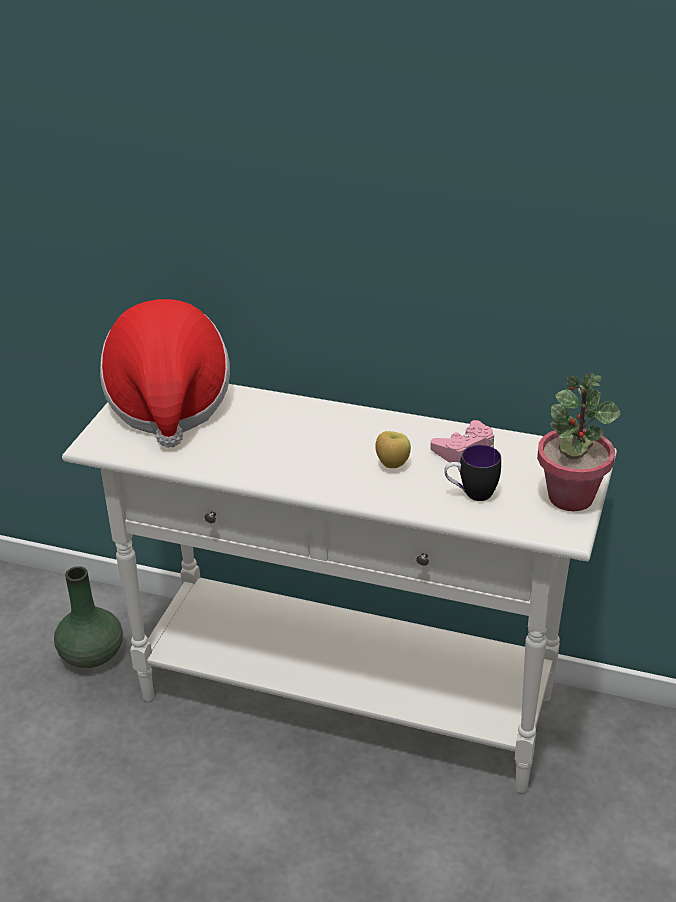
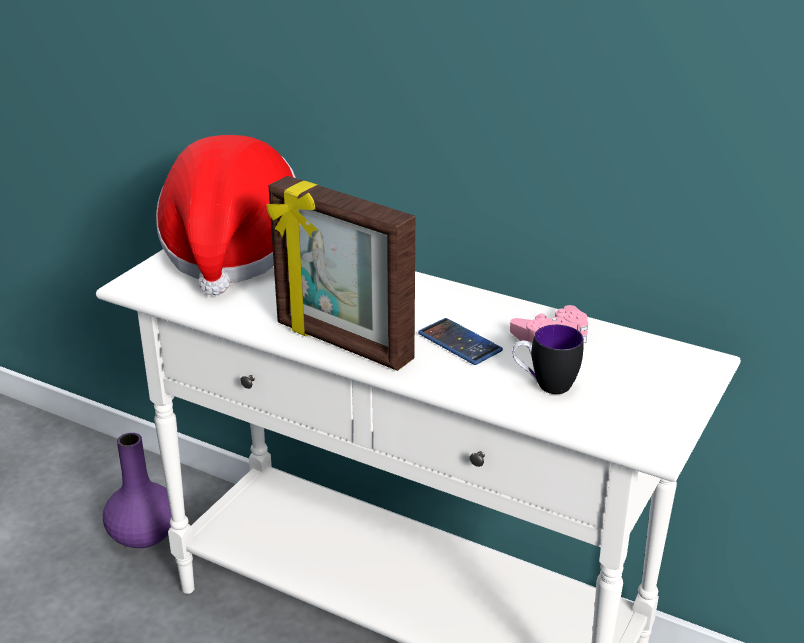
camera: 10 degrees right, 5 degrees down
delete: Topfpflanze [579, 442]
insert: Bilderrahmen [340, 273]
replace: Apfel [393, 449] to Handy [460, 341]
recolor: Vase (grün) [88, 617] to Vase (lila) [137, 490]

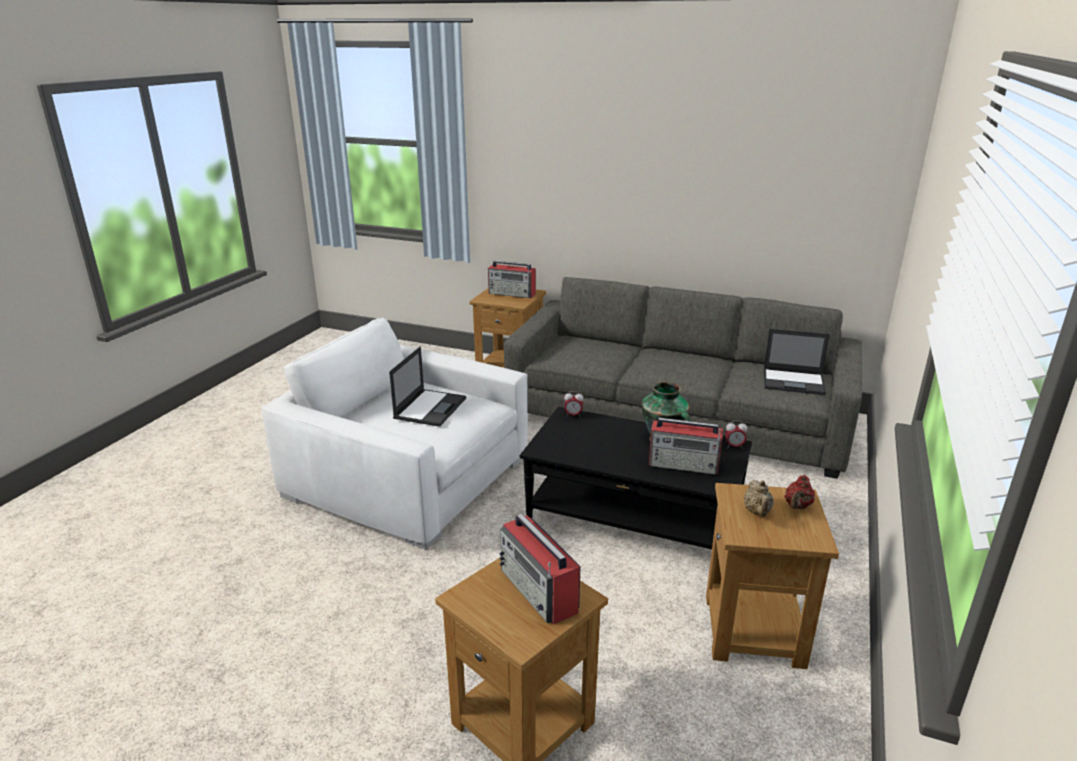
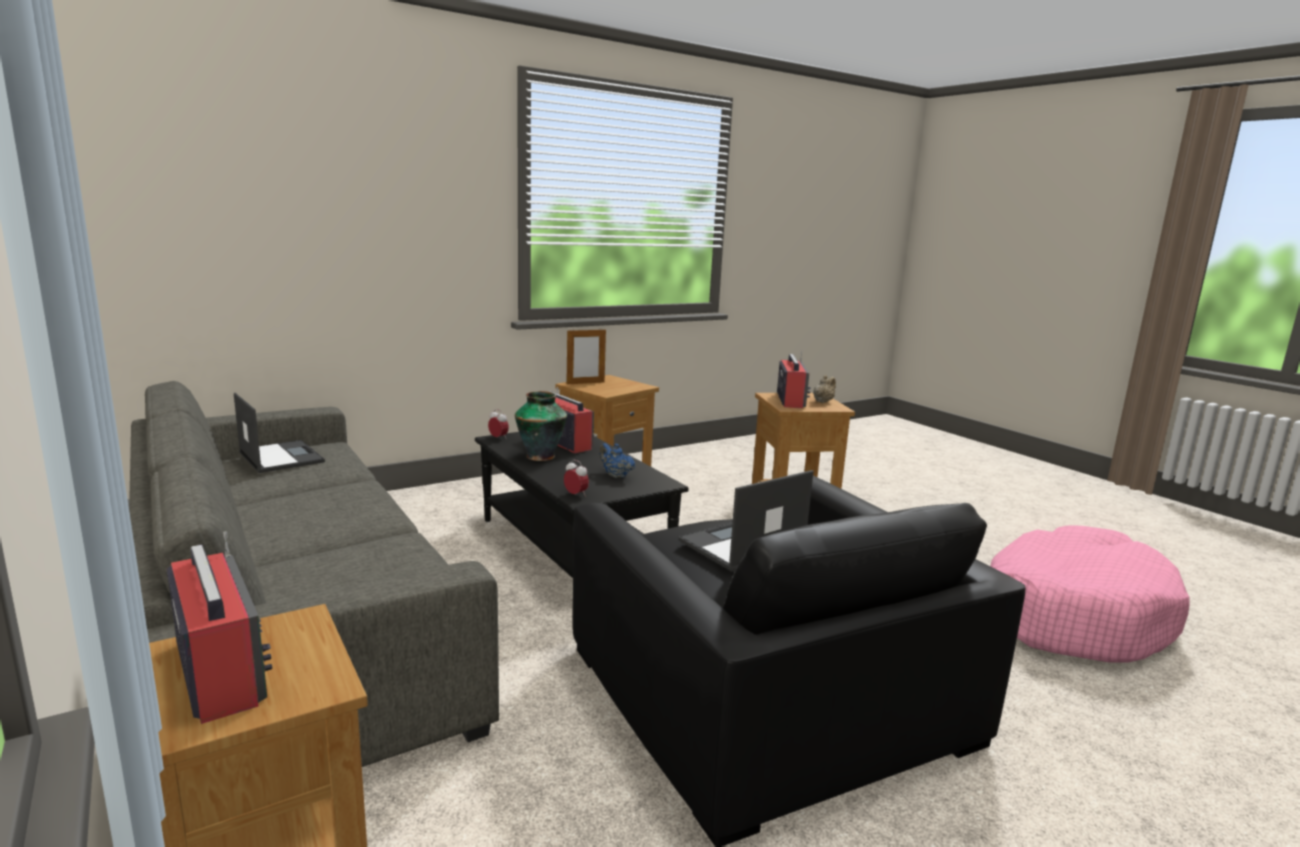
camera: 145 degrees left, 10 degrees down
insert: Teekanne (blau) [617, 460]; Hundebett (rosa) [1090, 594]
move: Teekanne (beige) [759, 498] to [824, 389]
replace: Teekanne (rot) [799, 492] to Bilderrahmen [586, 357]
recolor: Sessel (weiß) [395, 434] to Sessel (schwarz) [799, 661]

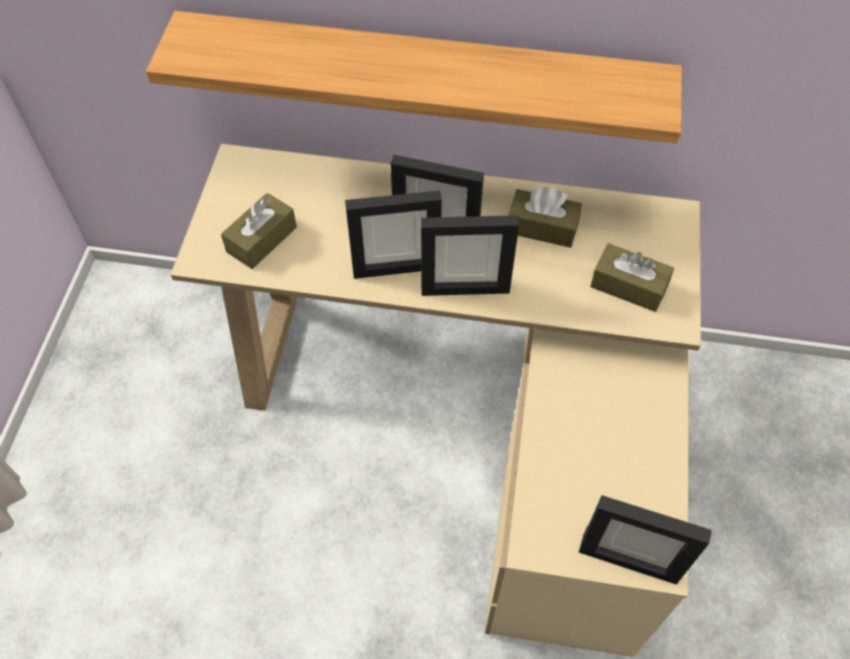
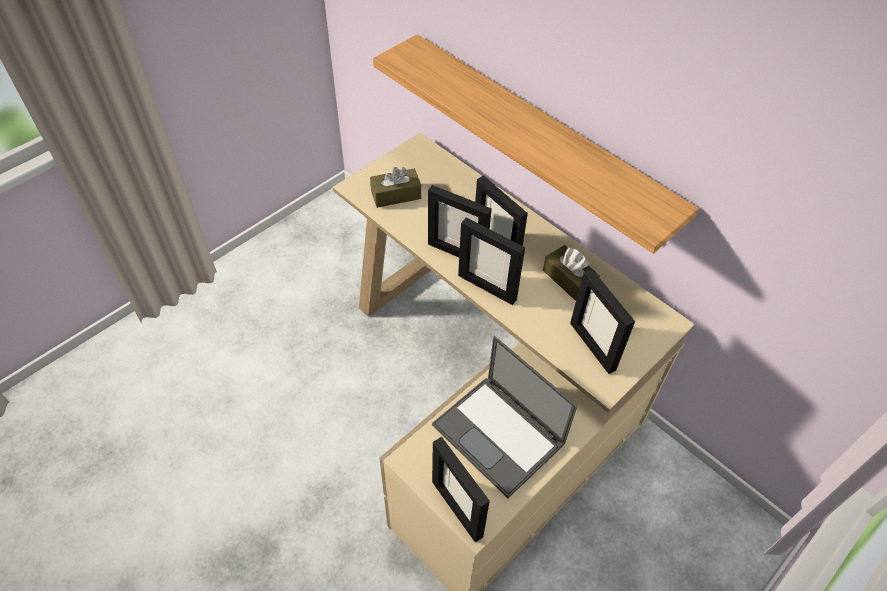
camera: 35 degrees right, 5 degrees down
insert: Laptop [504, 417]
replace: Taschentuchbox (braun) [632, 277] to Bilderrahmen [602, 321]

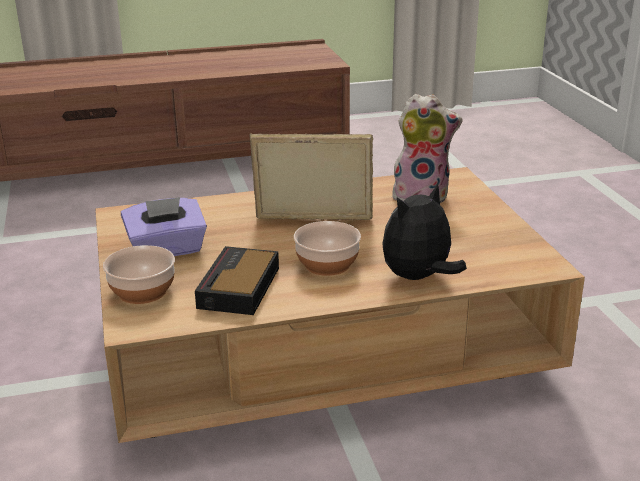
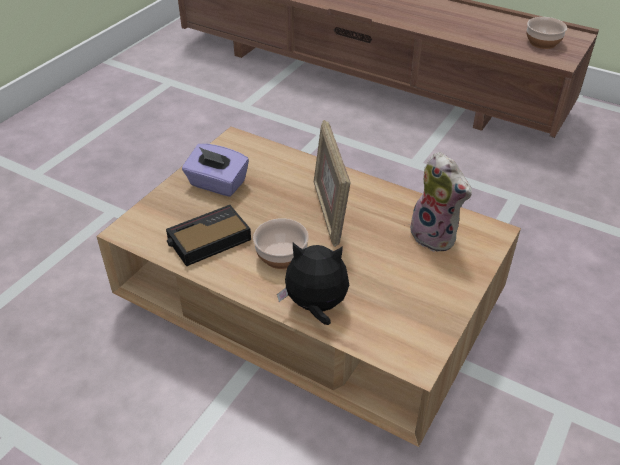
camera: 45 degrees right, 15 degrees up
move: Schüssel [139, 274] to [547, 33]
rotate: Bilderrahmen [311, 176] = [332, 183] 150 degrees counterclockwise

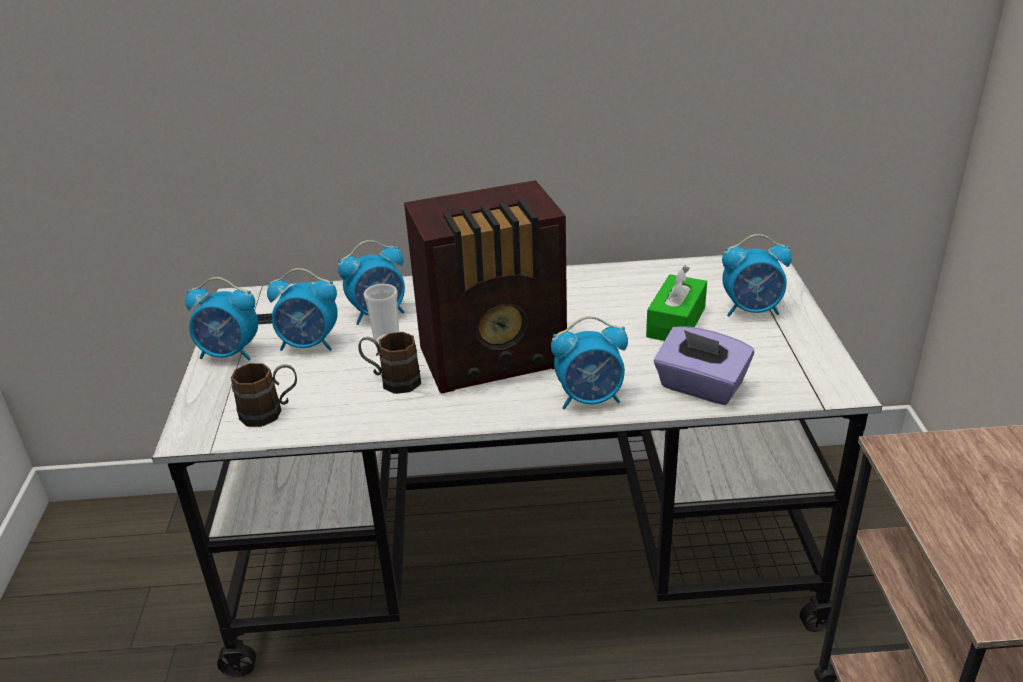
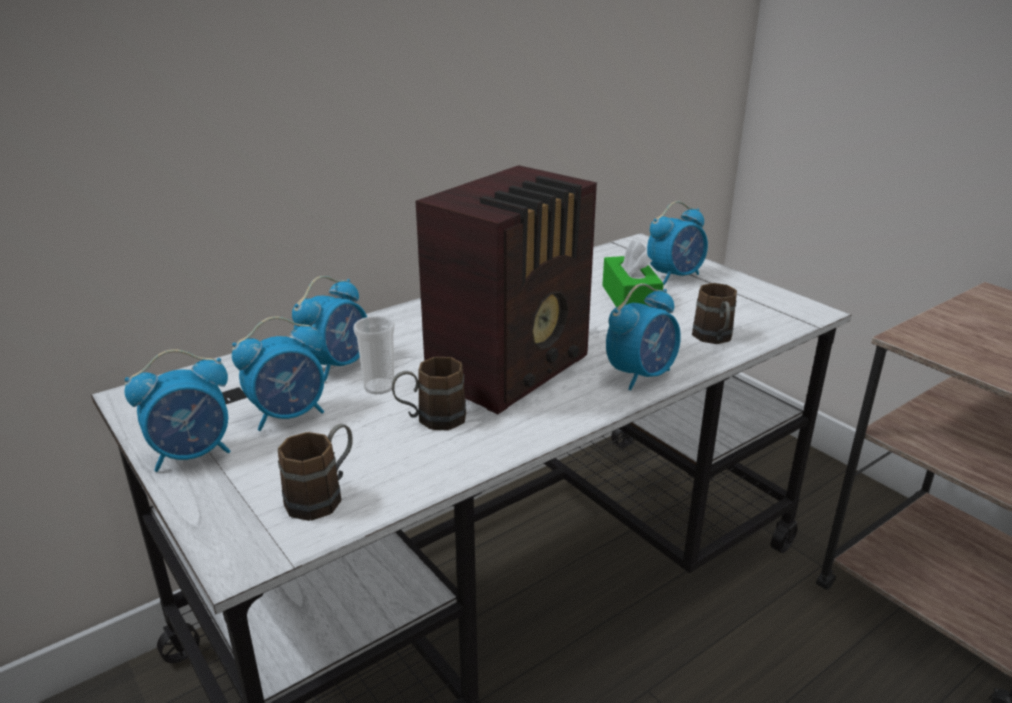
camera: 35 degrees left, 5 degrees down
replace: Taschentuchbox (lila) [704, 365] to Henkelbecher (braun) [714, 313]

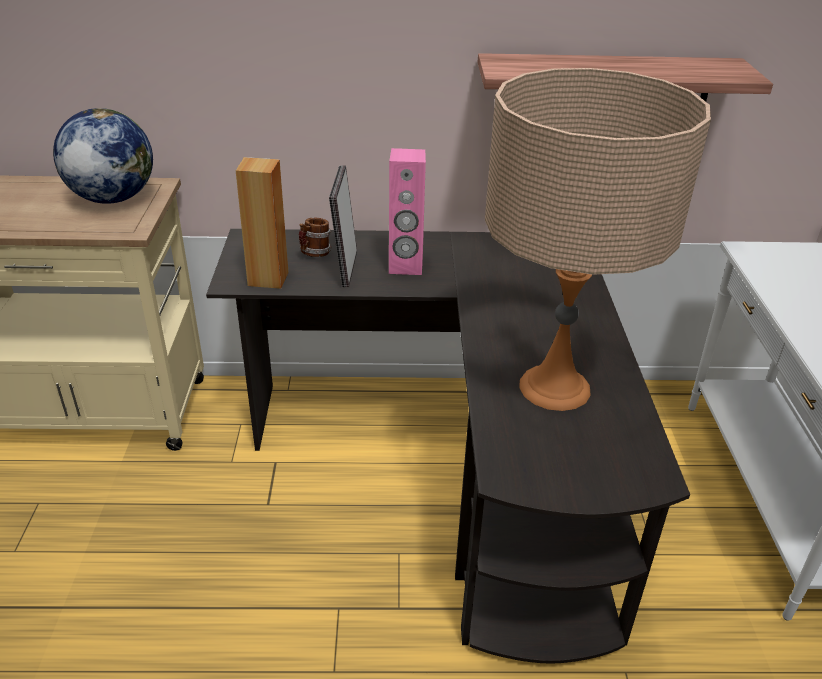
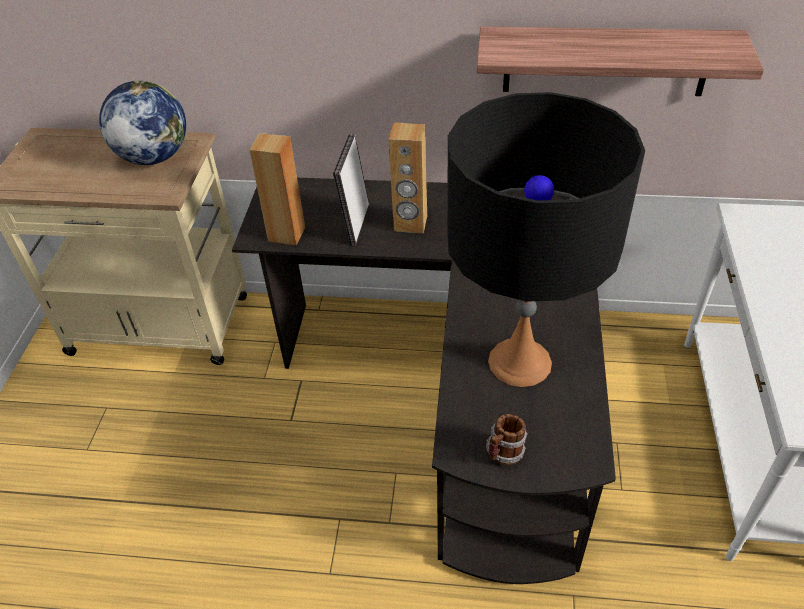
camera: 10 degrees right, 10 degrees up
move: Henkelbecher [315, 237] to [507, 439]
recolor: Lautsprecher (rosa) [407, 211] to Lautsprecher (braun) [408, 178]; Tischlampe (beige) [598, 239] to Tischlampe (schwarz) [546, 239]

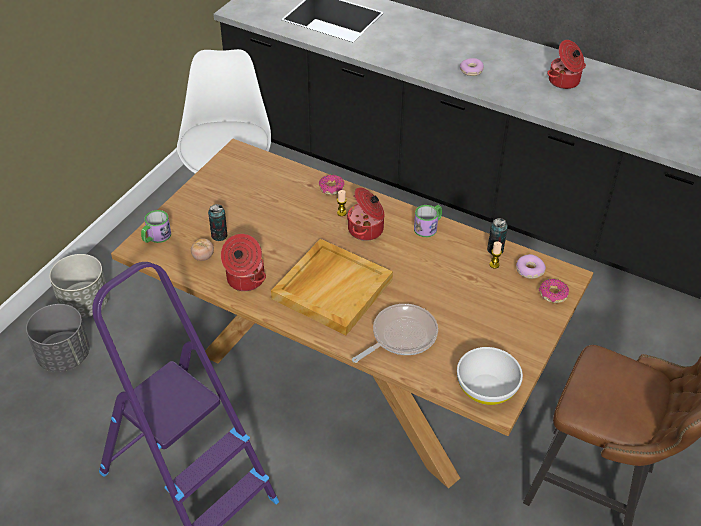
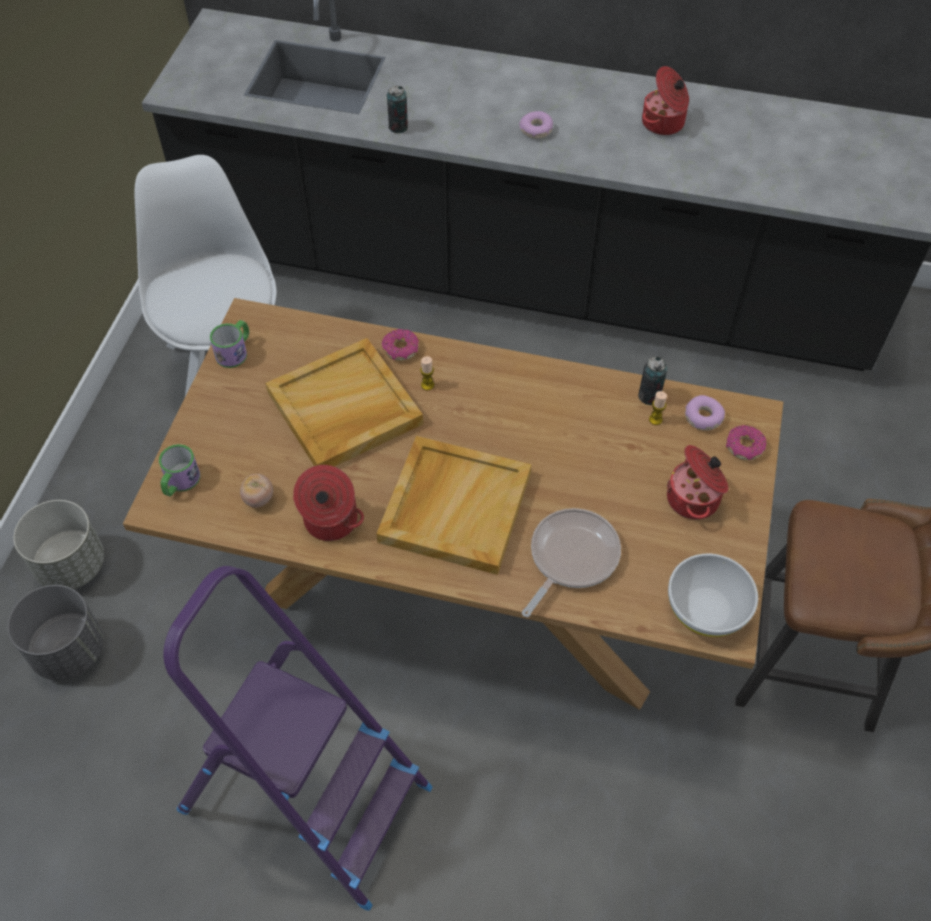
camera: 15 degrees left, 10 degrees up
insert: Tablett (beige) [344, 402]
move: Henkelbecher [428, 221] to [229, 344]; Dose [218, 222] to [397, 109]; Kochtopf [365, 214] to [697, 482]

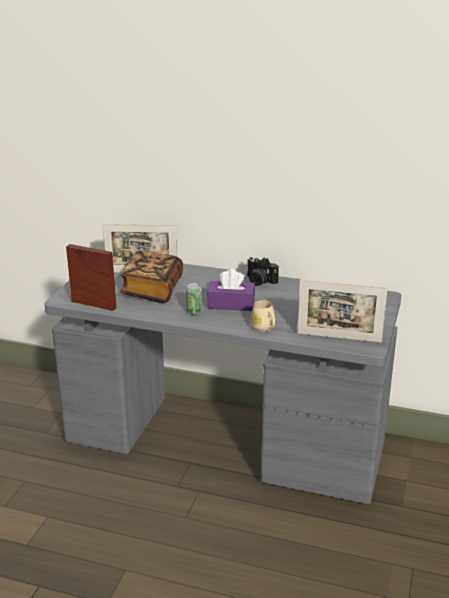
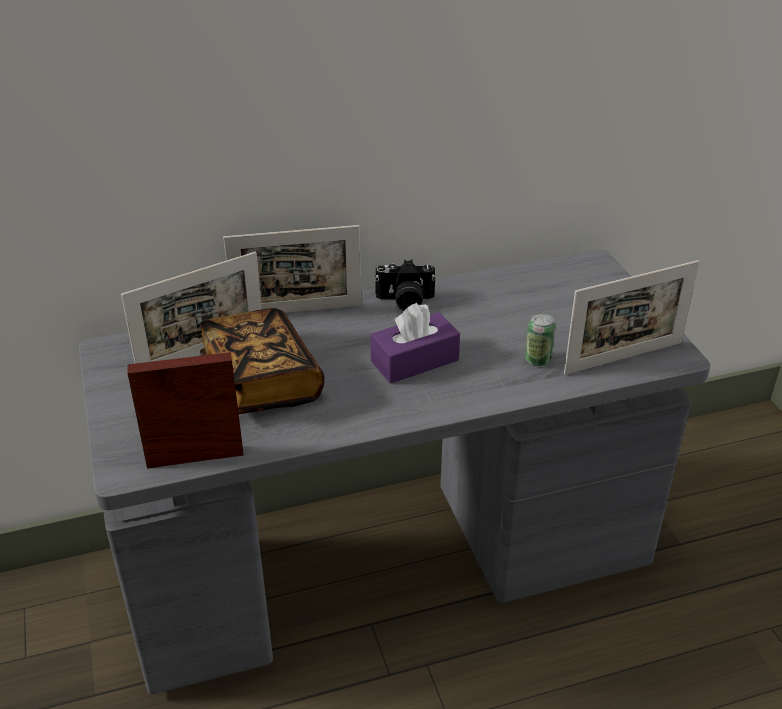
camera: 35 degrees left, 10 degrees up
delete: Henkelbecher (beige) [262, 316]
insert: Bilderrahmen [292, 269]
move: Dose [194, 299] to [540, 339]

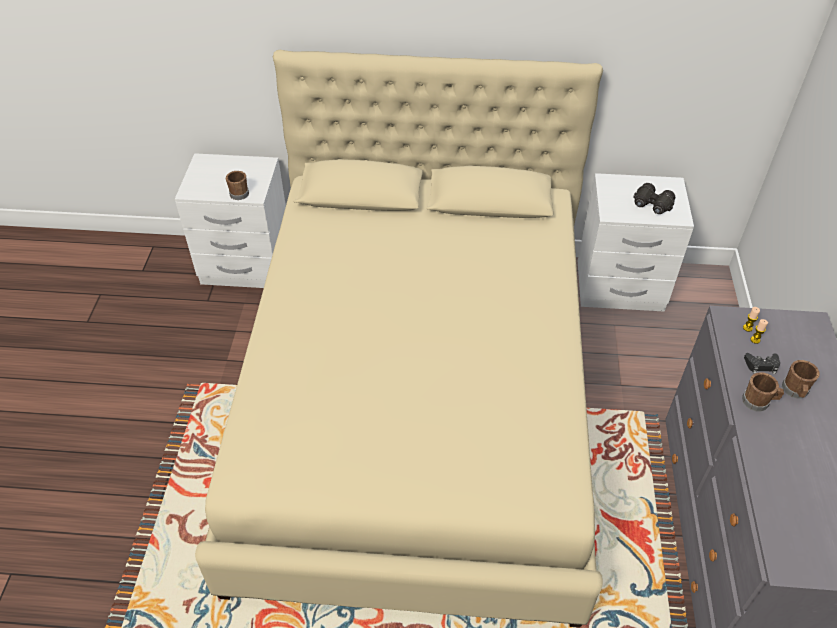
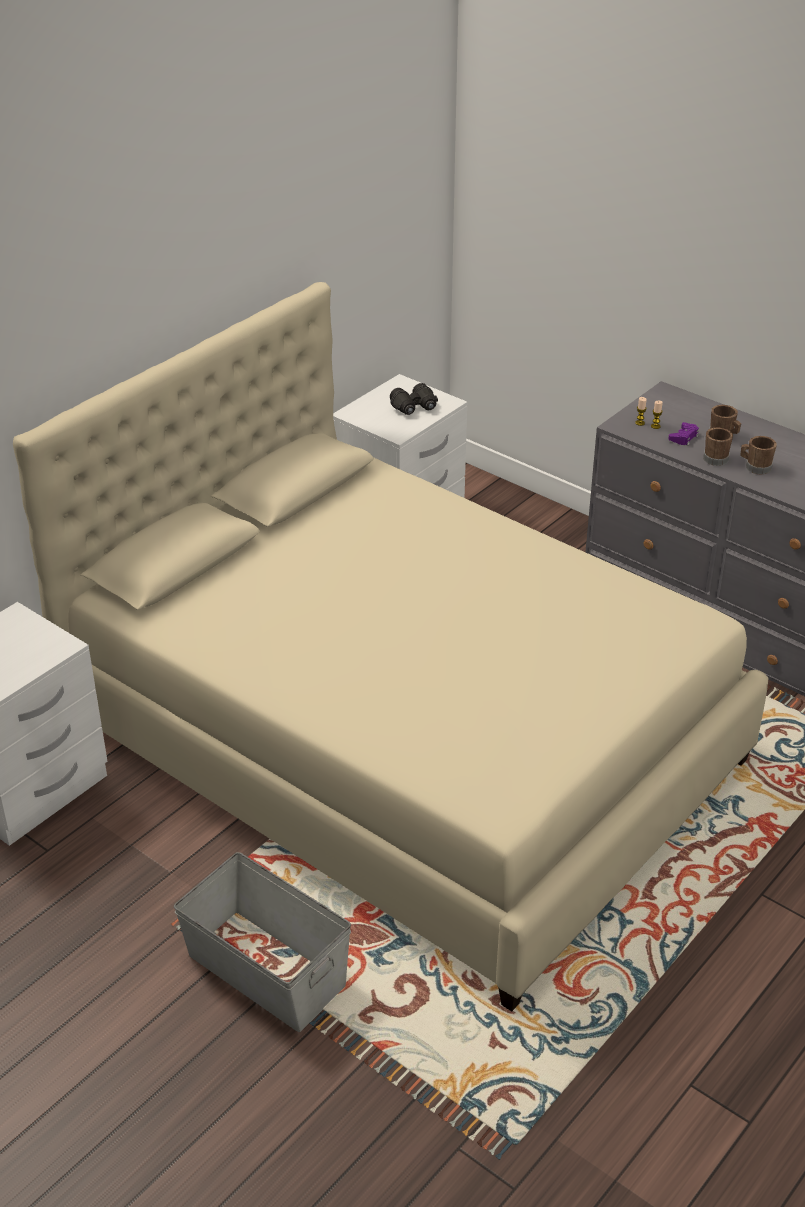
camera: 55 degrees left, 10 degrees down
insert: Aufbewahrungsbox (grau) [262, 942]
move: Henkelbecher (braun) [237, 185] to [758, 455]
recolor: Gamepad (schwarz) [762, 363] to Gamepad (lila) [683, 434]

